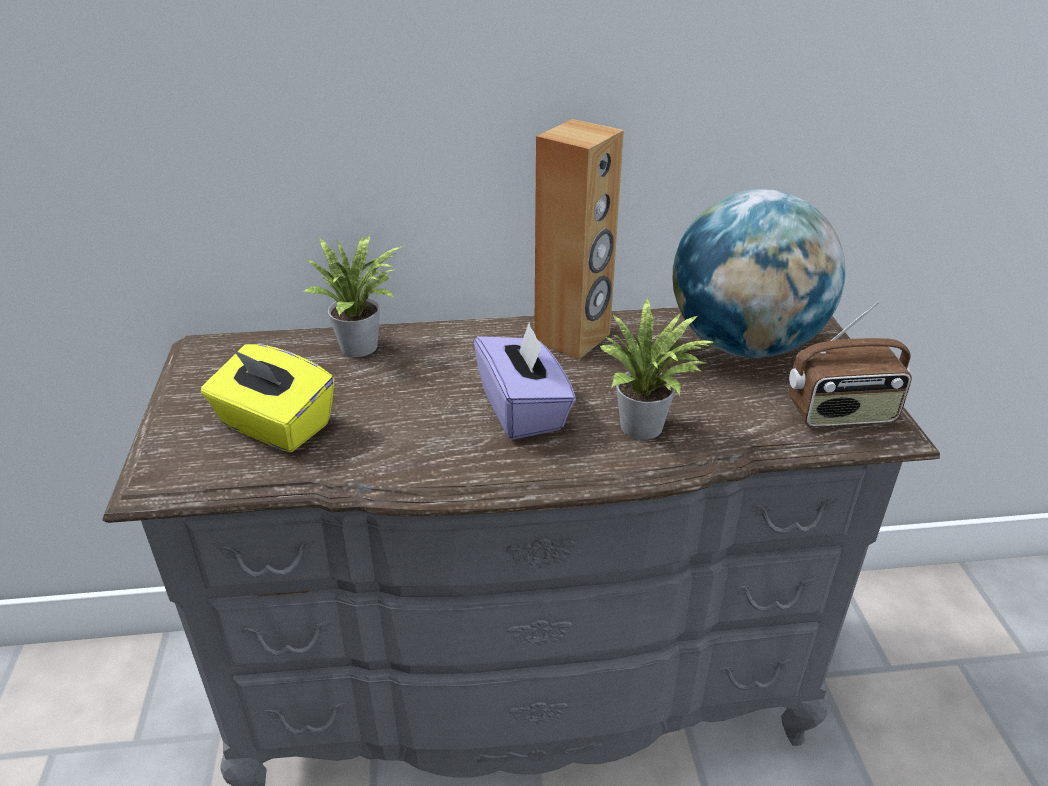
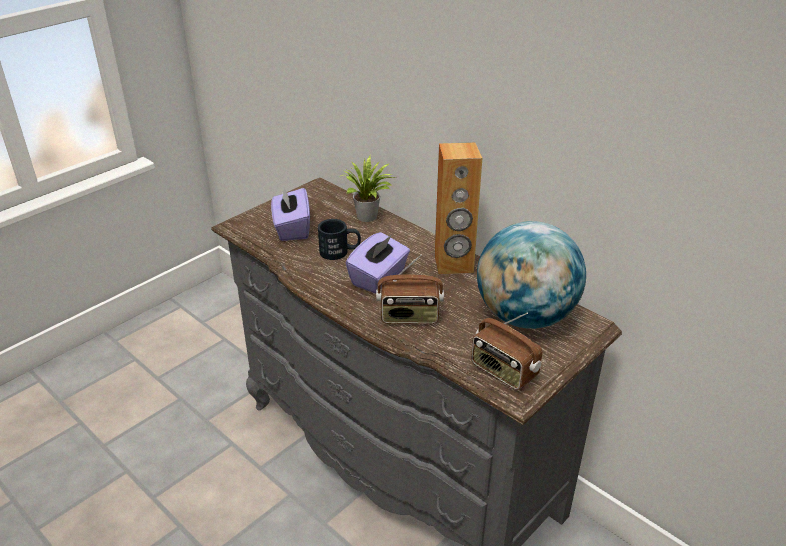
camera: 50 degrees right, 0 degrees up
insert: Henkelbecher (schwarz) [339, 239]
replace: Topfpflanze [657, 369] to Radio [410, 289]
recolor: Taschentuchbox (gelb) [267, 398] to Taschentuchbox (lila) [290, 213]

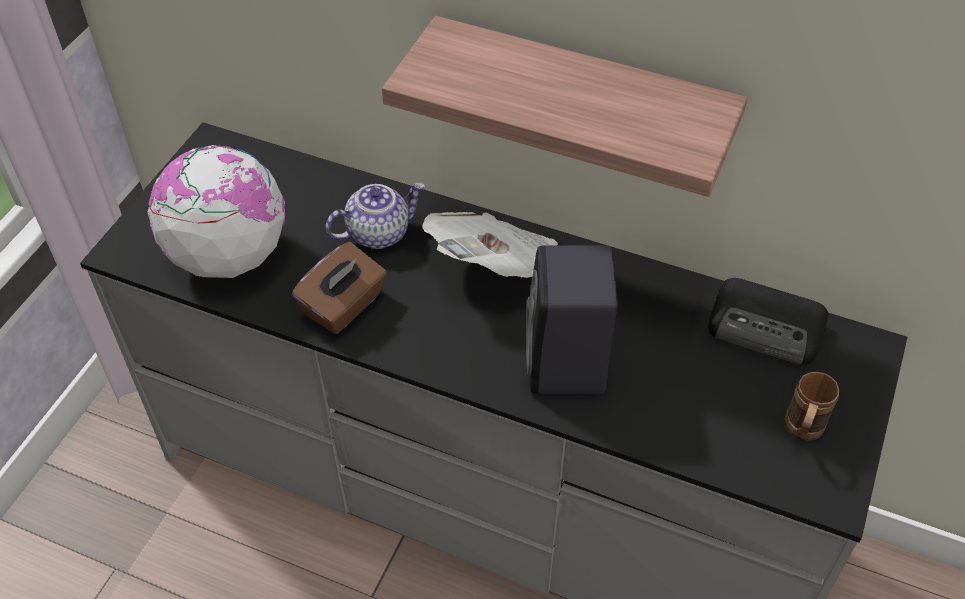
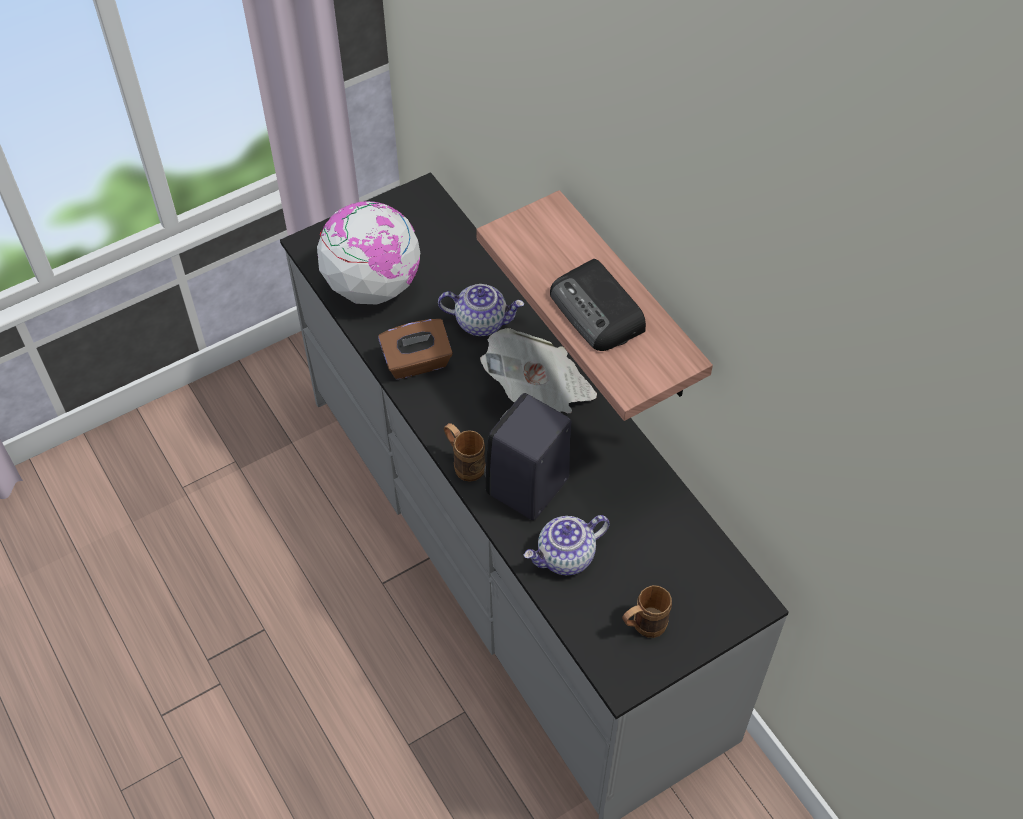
camera: 35 degrees right, 5 degrees up
insert: Henkelbecher (braun) [464, 452]; Teekanne [567, 545]
move: Radio [768, 321] to [598, 305]

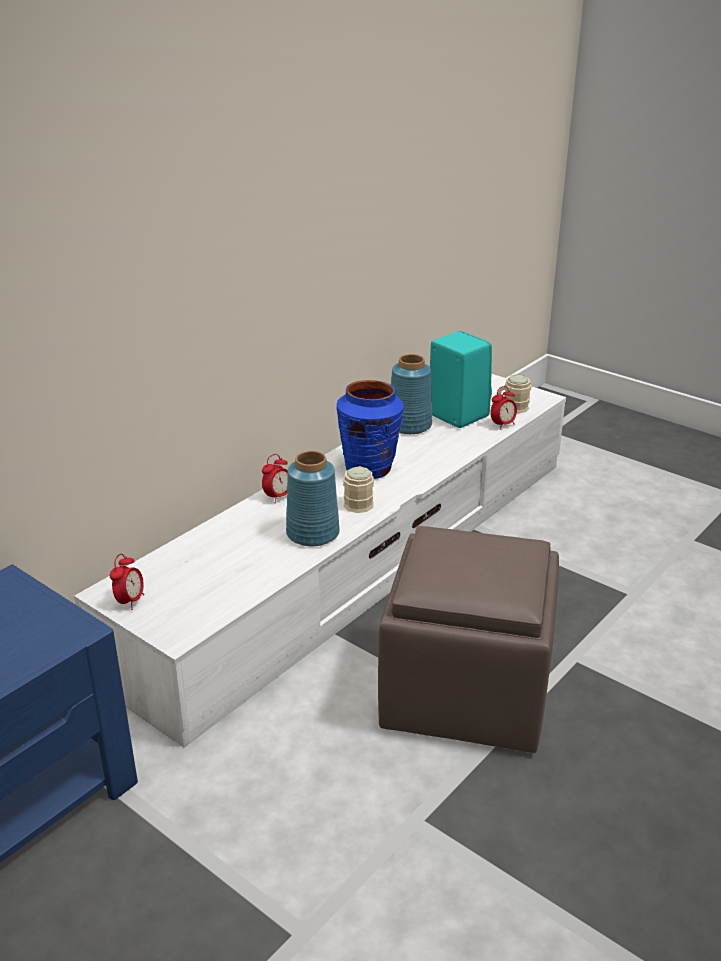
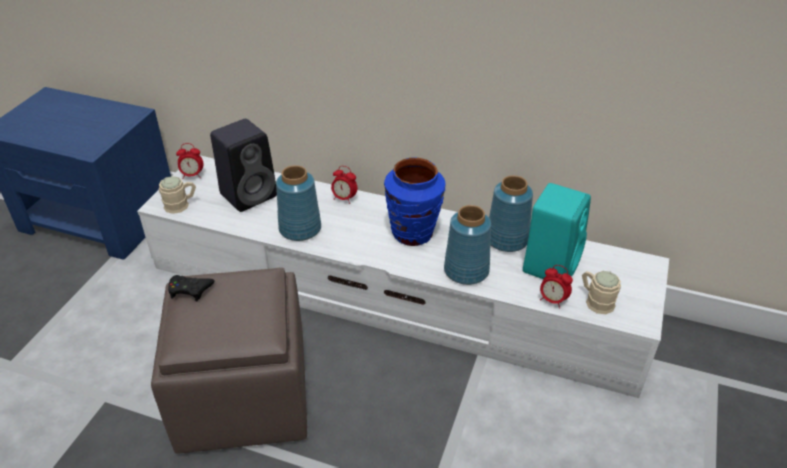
camera: 70 degrees right, 10 degrees up
insert: Gamepad (schwarz) [191, 288]; Lautsprecher (schwarz) [243, 165]; Vase (blau) [467, 245]
move: Henkelbecher (beige) [358, 489] to [177, 195]

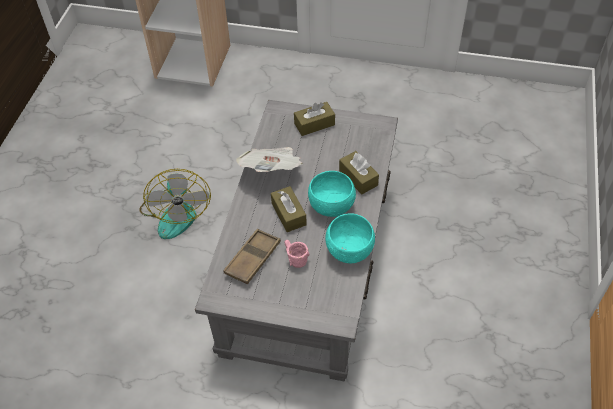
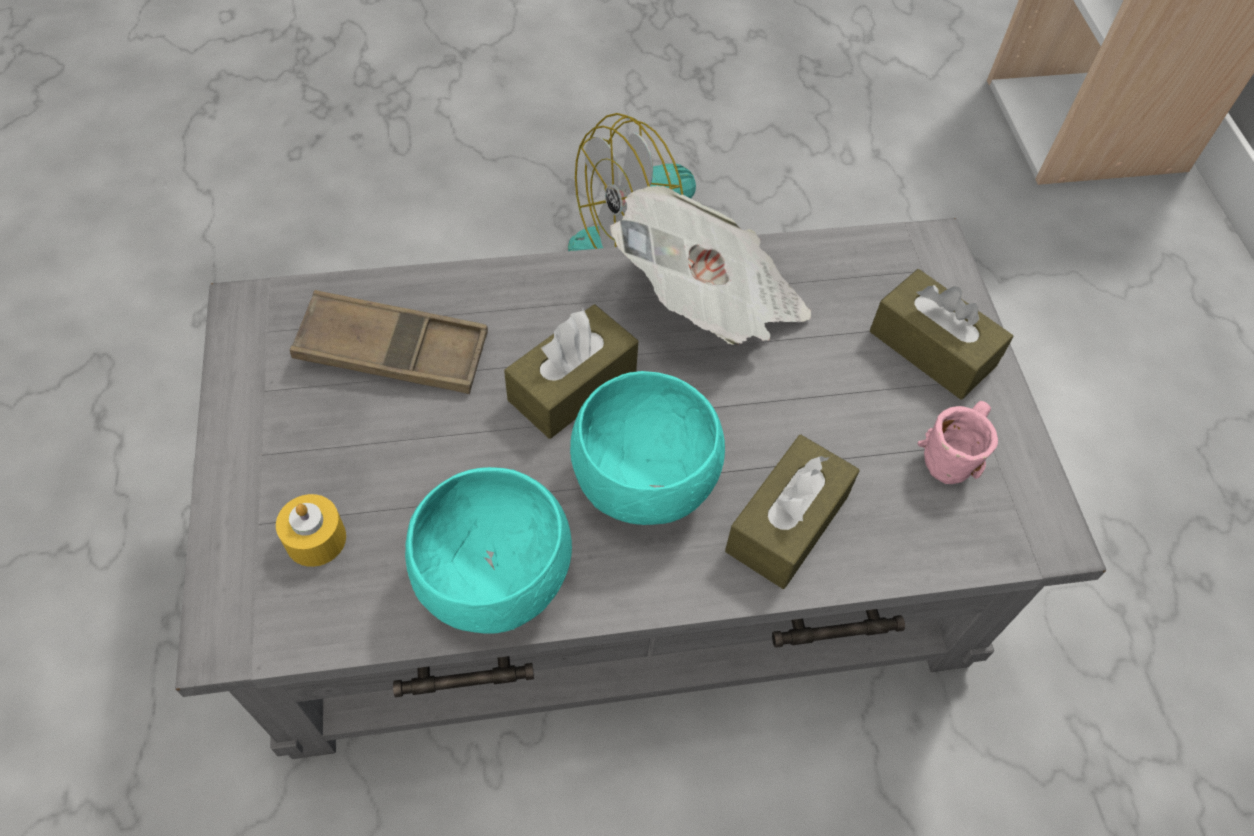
camera: 65 degrees right, 5 degrees up
insert: Kerze (gelb) [311, 530]
move: Henkelbecher (rosa) [296, 254] to [958, 442]

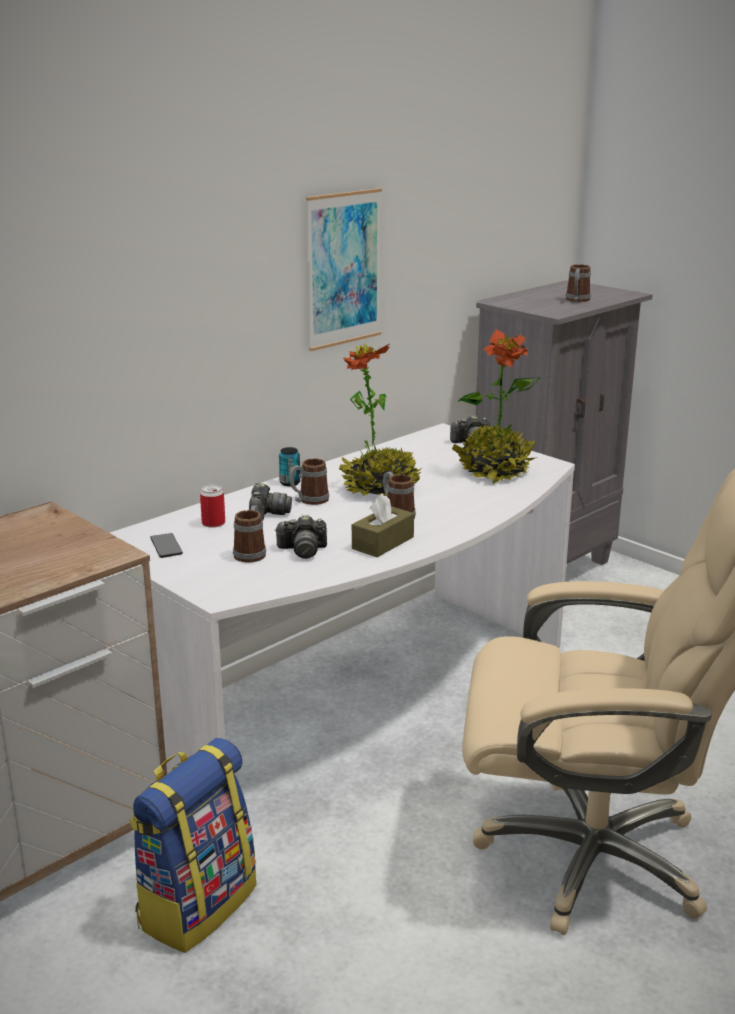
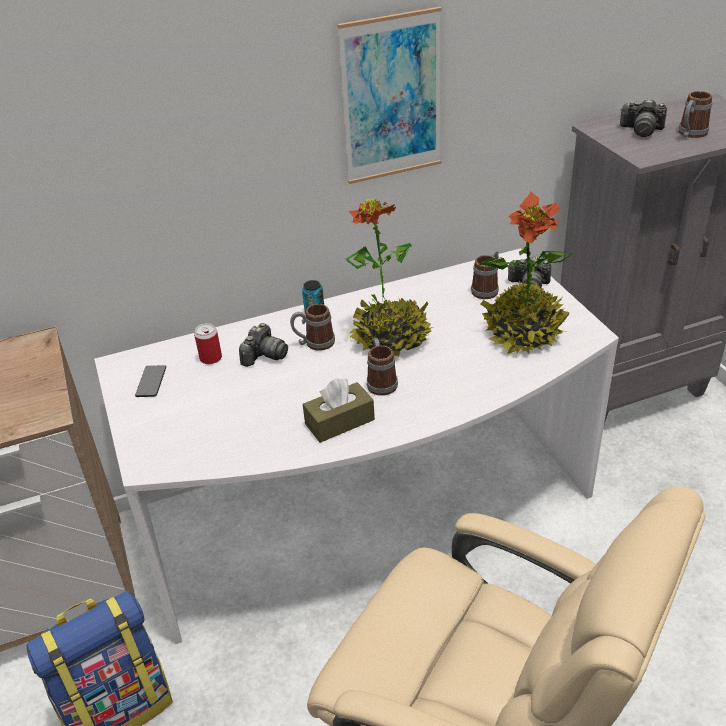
camera: 25 degrees right, 15 degrees up
move: Henkelbecher [249, 533] to [485, 275]; Kamera [301, 537] to [643, 117]

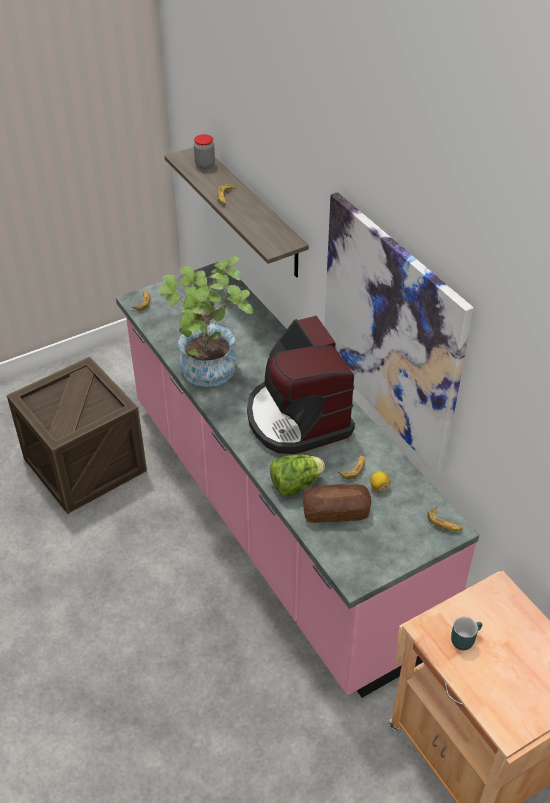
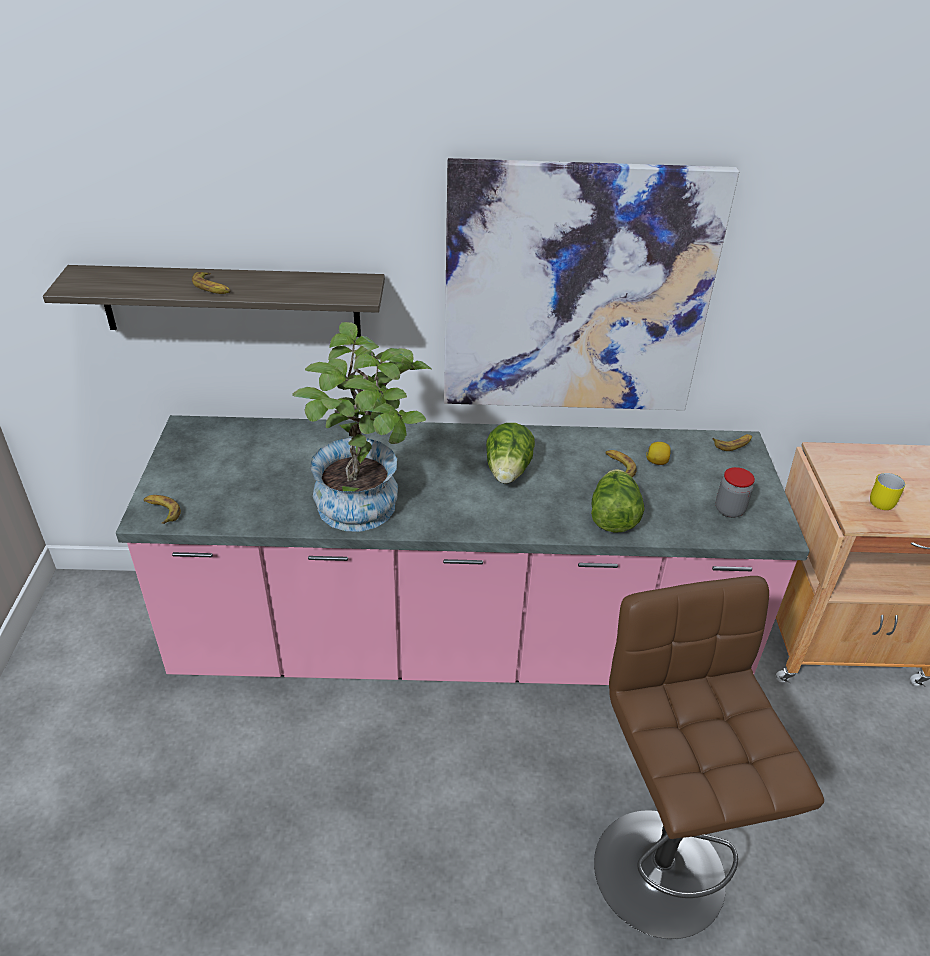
camera: 60 degrees left, 5 degrees down
delete: Kiste [77, 435]; Brot [337, 503]
insert: Hocker (braun) [709, 757]
move: Vorratsglas [204, 151] to [735, 492]
replace: Kaffeemaschine [301, 385] to Salatkopf [510, 453]
recolor: Henkelbecher (türkis) [466, 633] to Henkelbecher (gelb) [887, 491]

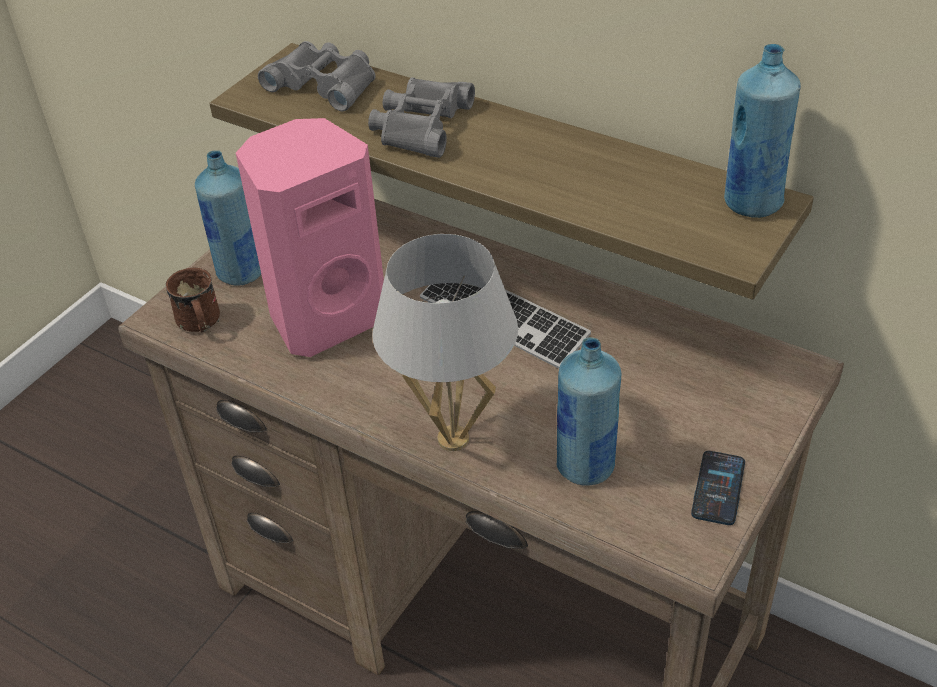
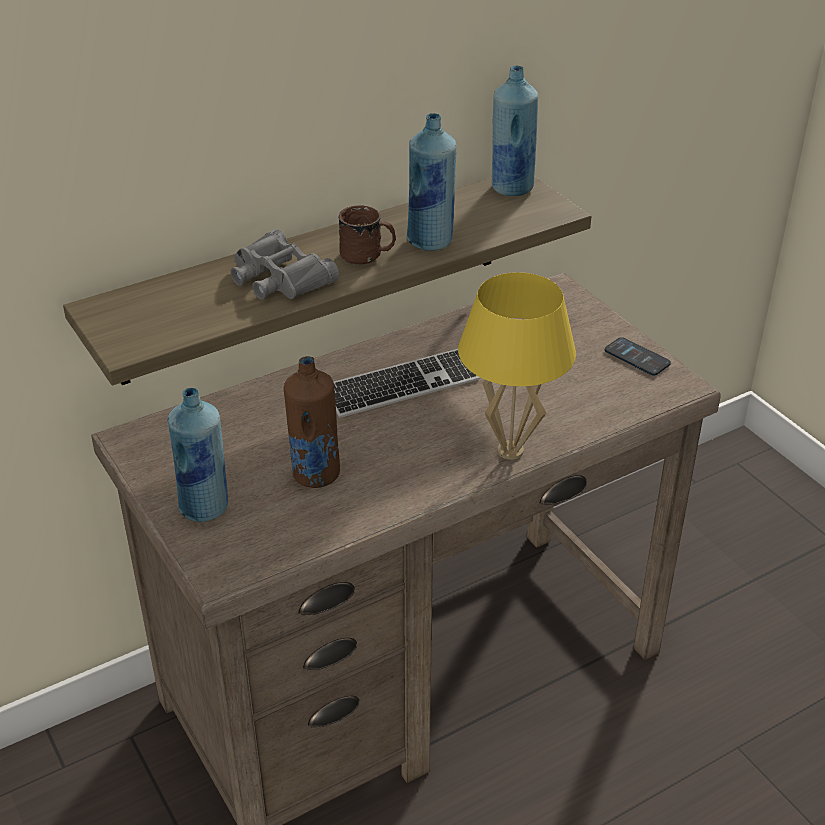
camera: 65 degrees left, 5 degrees down
delete: Fernglas (grau) [317, 76]
move: Henkelbecher (braun) [193, 300] to [367, 234]; Flasche (blau) [589, 411] to [432, 182]
replace: Lautsprecher (rosa) [310, 237] to Flasche (braun) [312, 422]
recolor: Tischlampe (weiß) [445, 342] to Tischlampe (gelb) [517, 366]

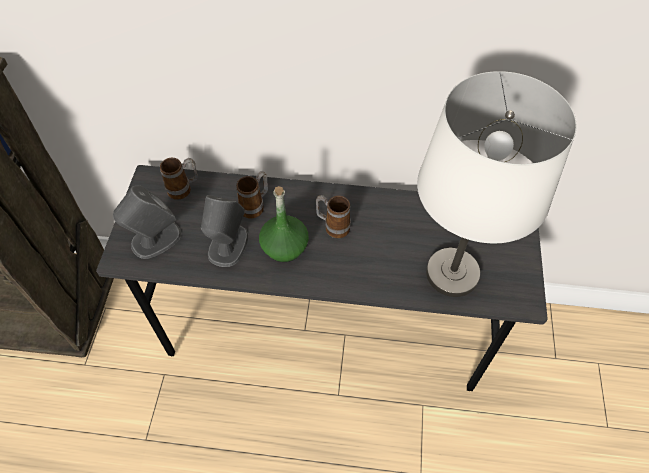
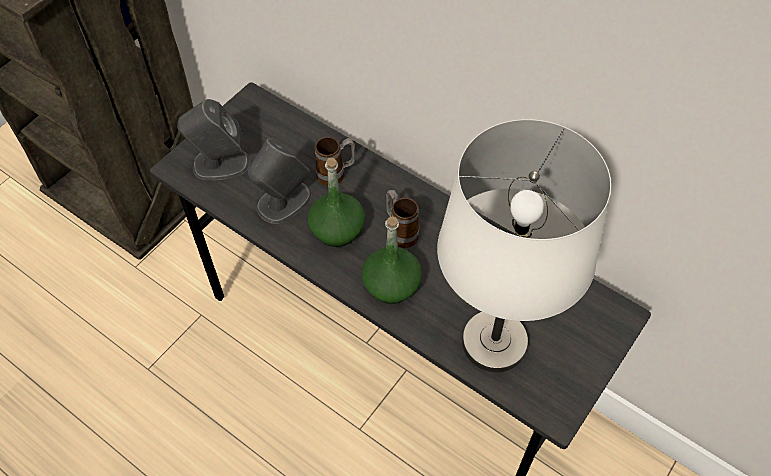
camera: 30 degrees right, 0 degrees up
delete: Henkelbecher [179, 179]
insert: Flasche (grün) [392, 260]

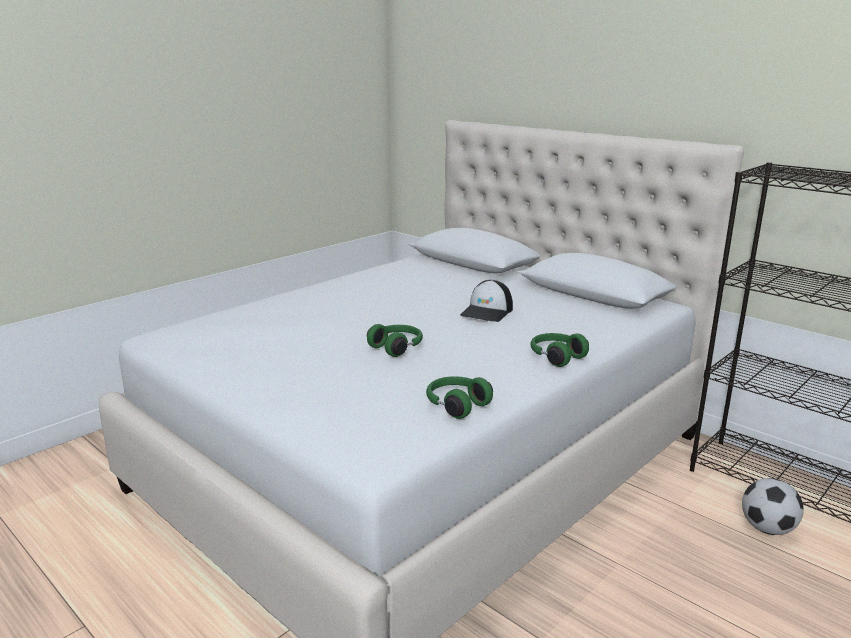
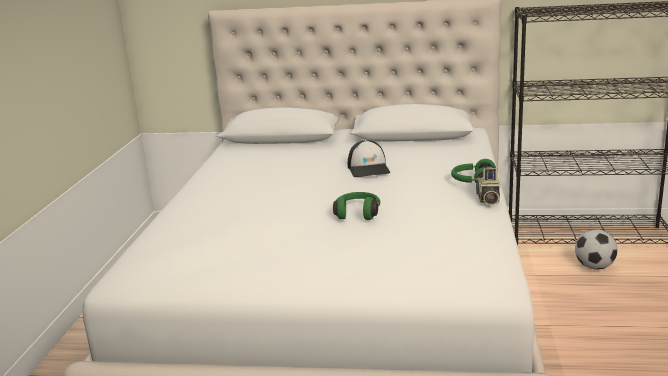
camera: 35 degrees left, 0 degrees up
delete: Kopfhörer (grün) [459, 397]
insert: Kamera [488, 185]

